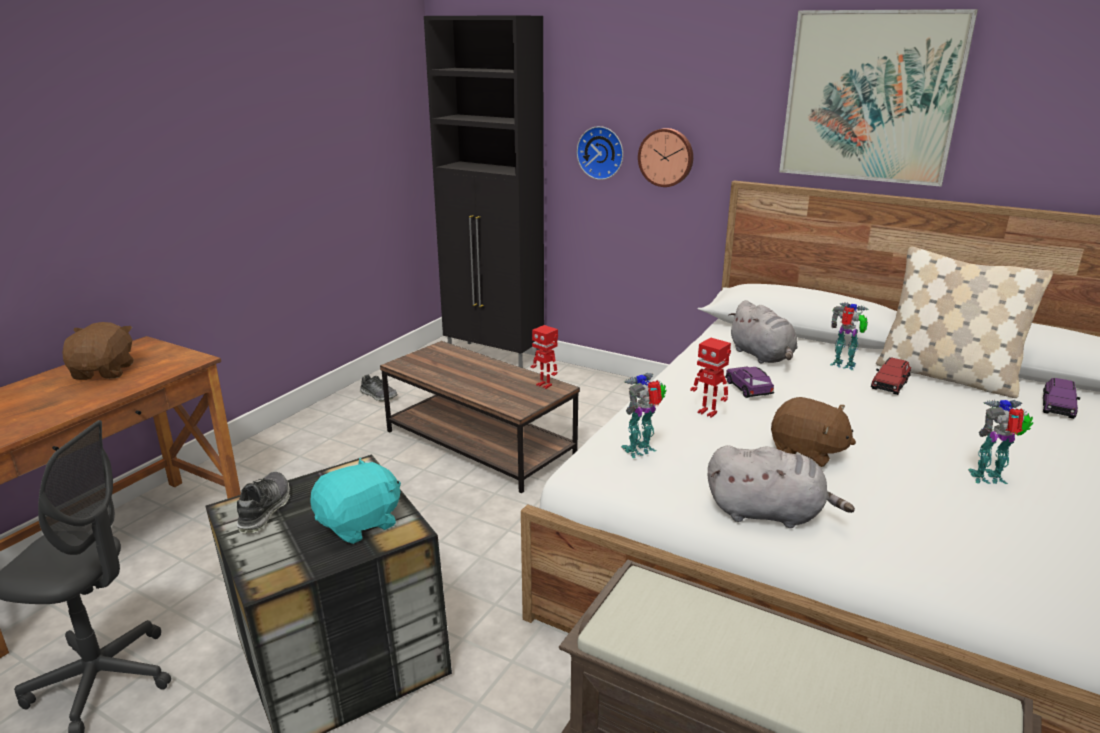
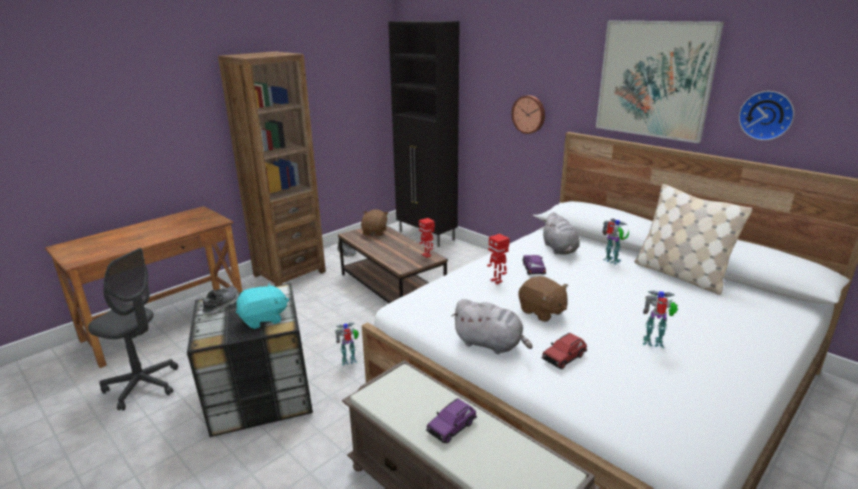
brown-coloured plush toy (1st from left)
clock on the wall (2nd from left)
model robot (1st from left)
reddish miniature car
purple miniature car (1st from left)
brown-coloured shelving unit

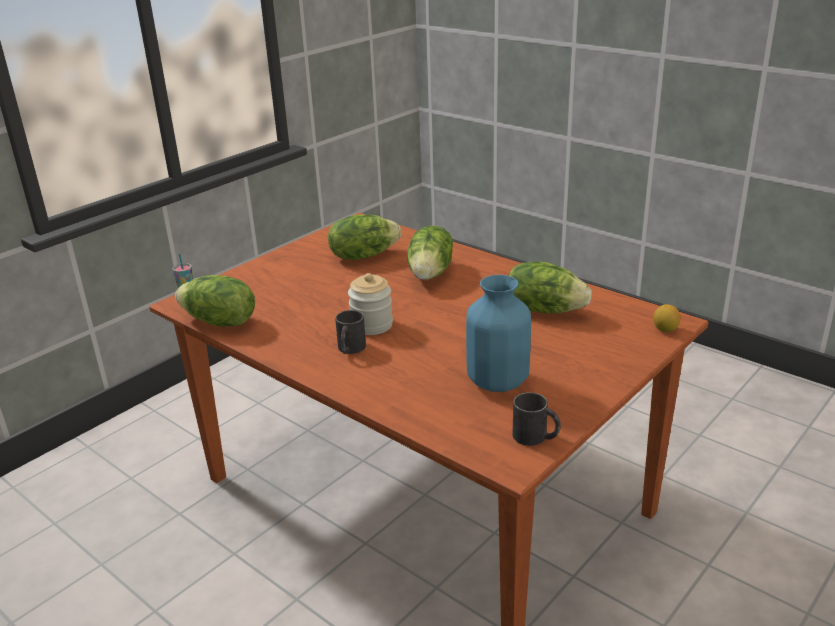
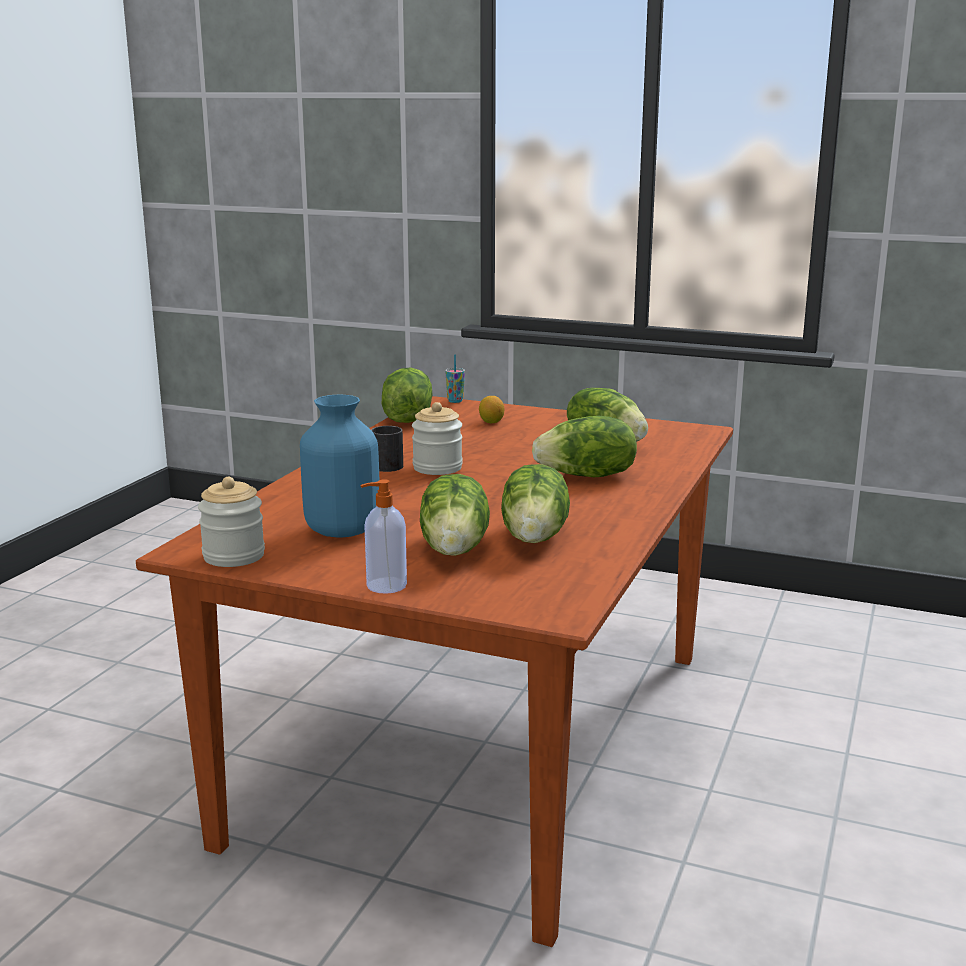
preserve jar (1st from left)
whole lemon
liquid soap bottle
head of lettuce (2nd from left)

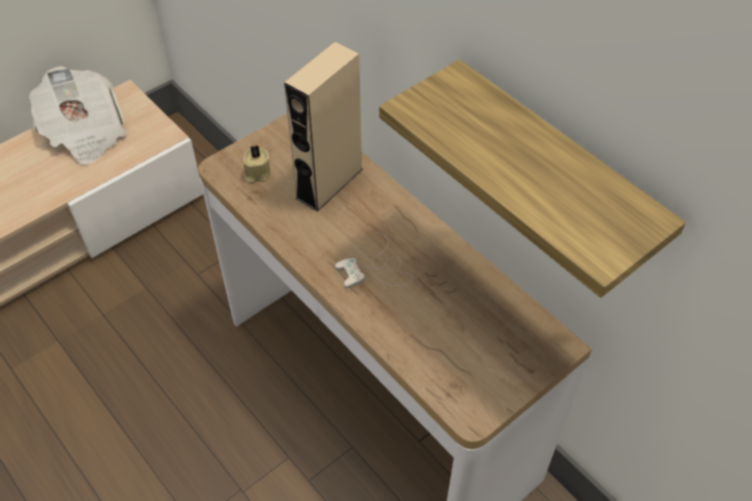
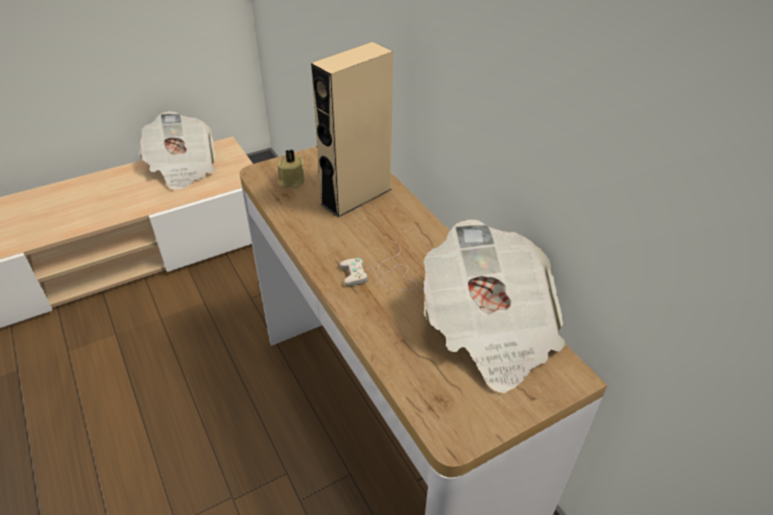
shelf
printed paper (2nd from left)

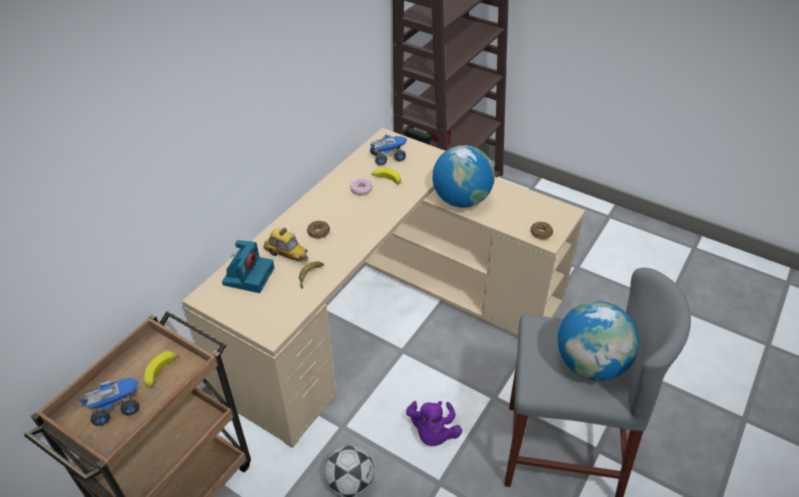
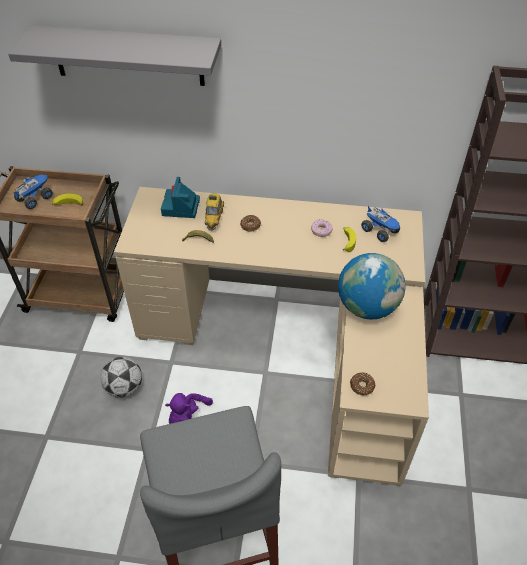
toy truck (1st from left)
still camera
globe (2nd from left in the first image)
greyish shelf

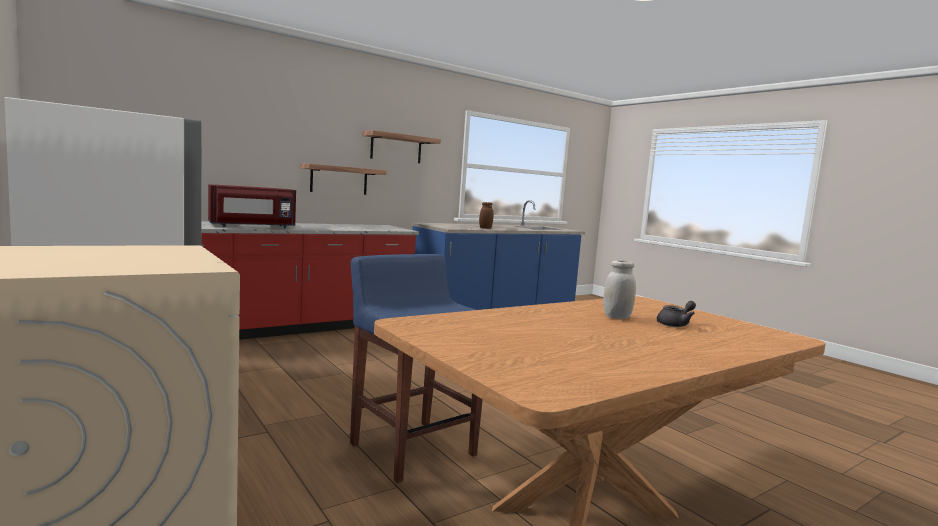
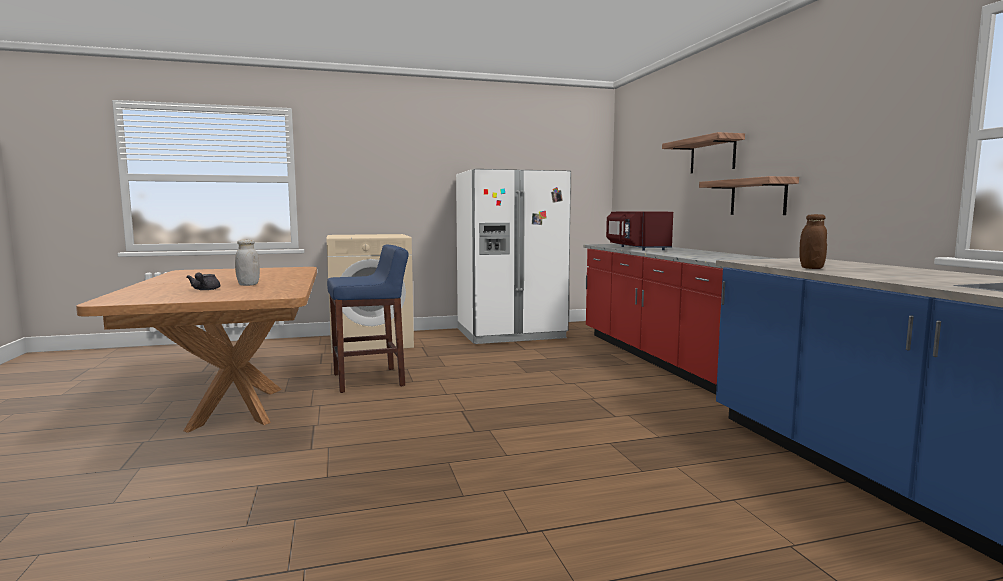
shelf (1st from left)

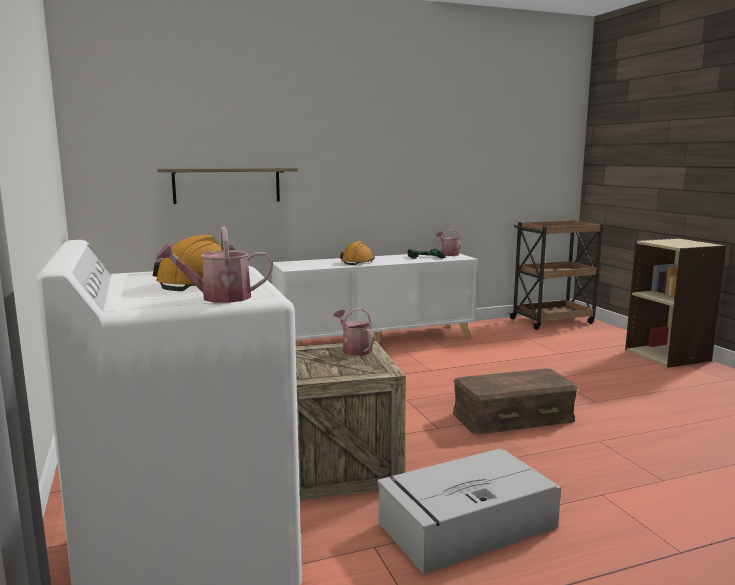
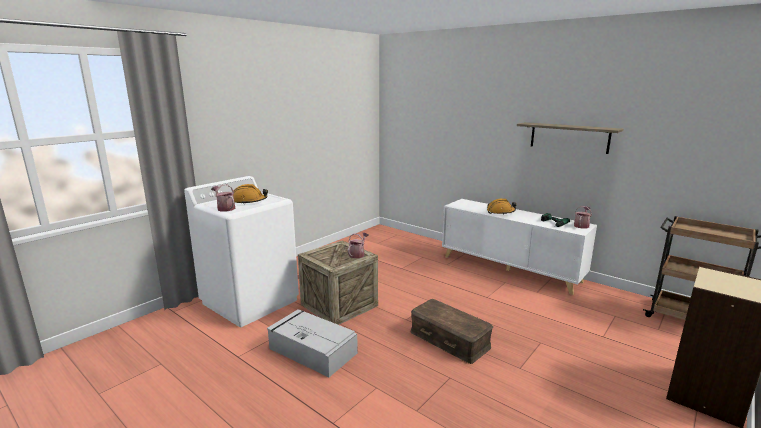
shelf

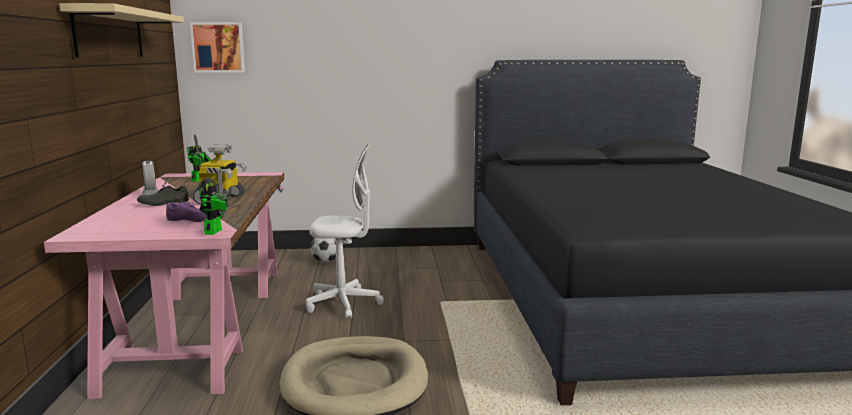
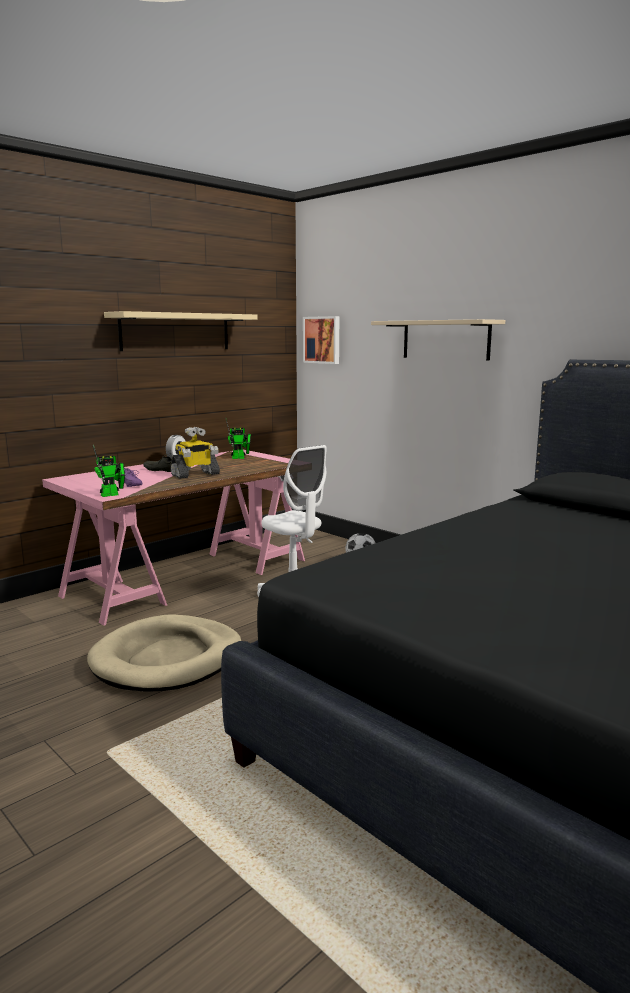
sand-coloured shelf (2nd from left)

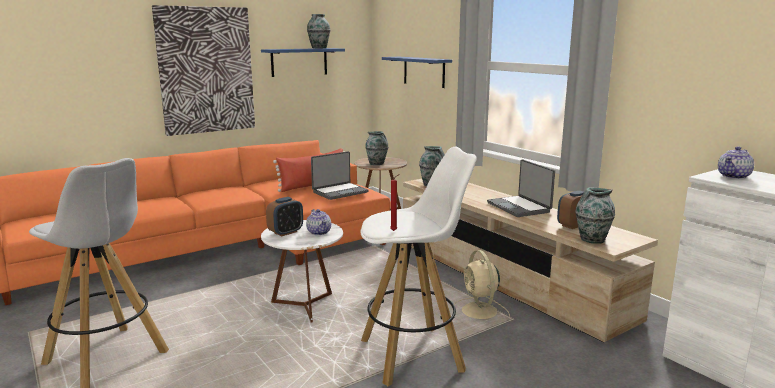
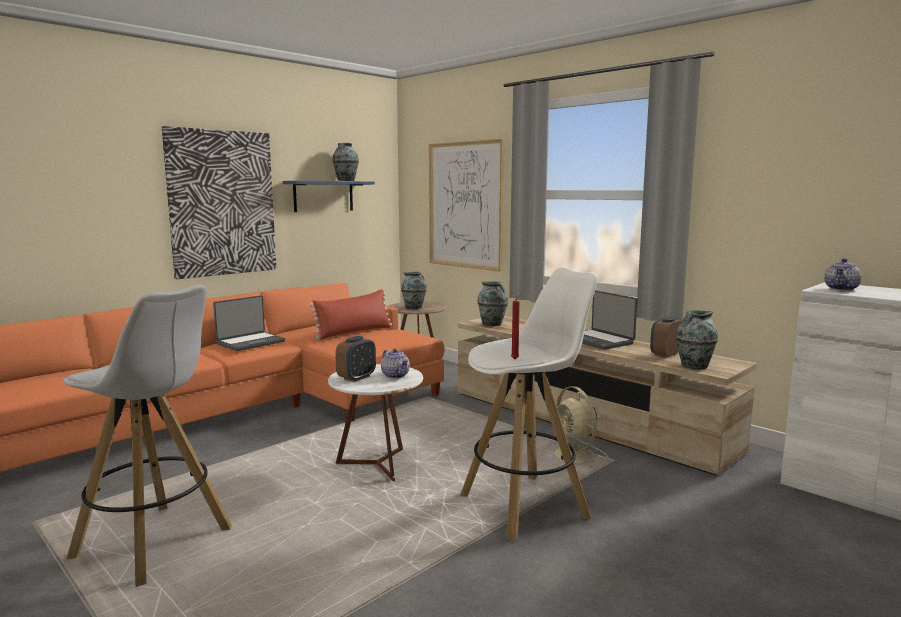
laptop (1st from left)
wall art (2nd from left)

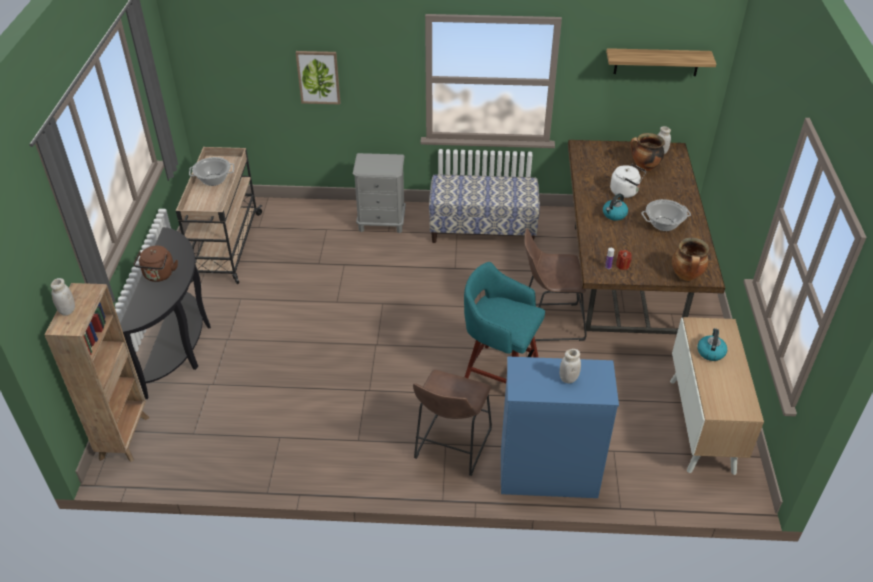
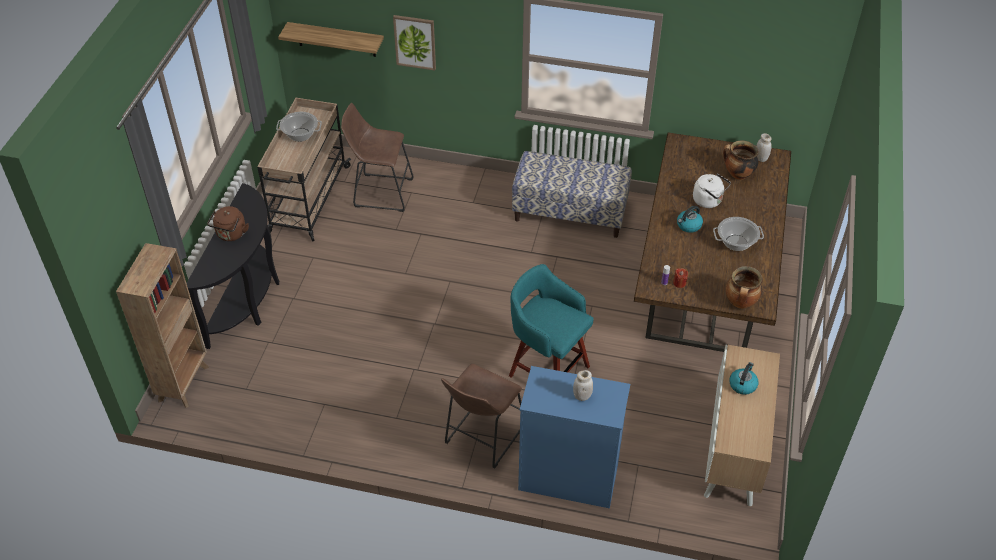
white preserve jar (1st from left in the first image)
greyish night table
brown-coloured sitting stool (1st from left)
shelf

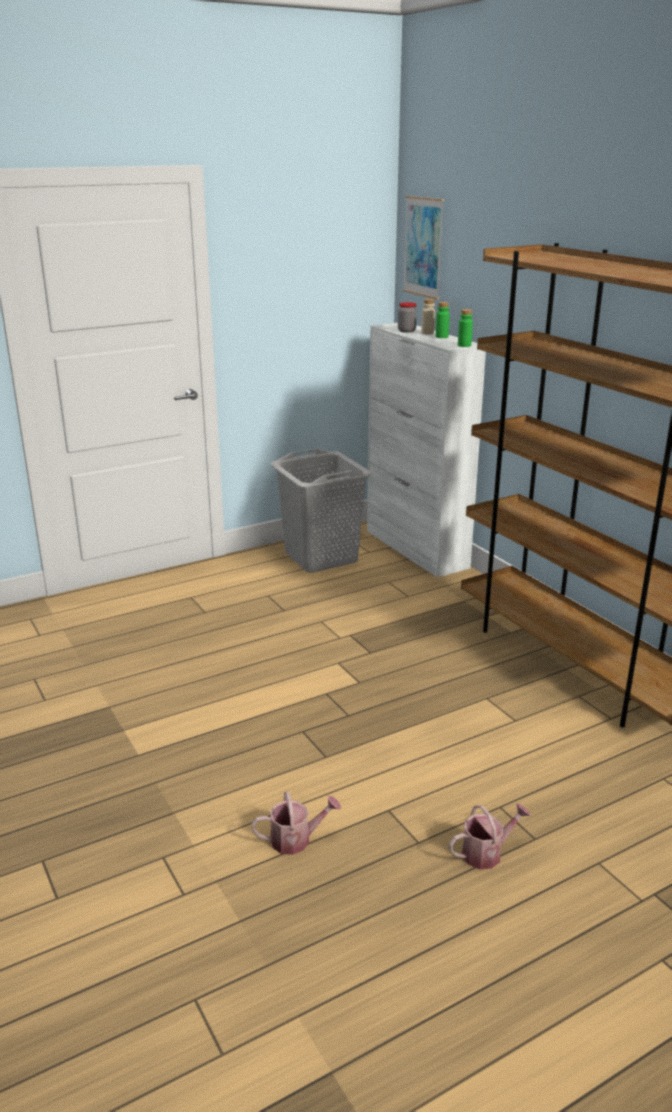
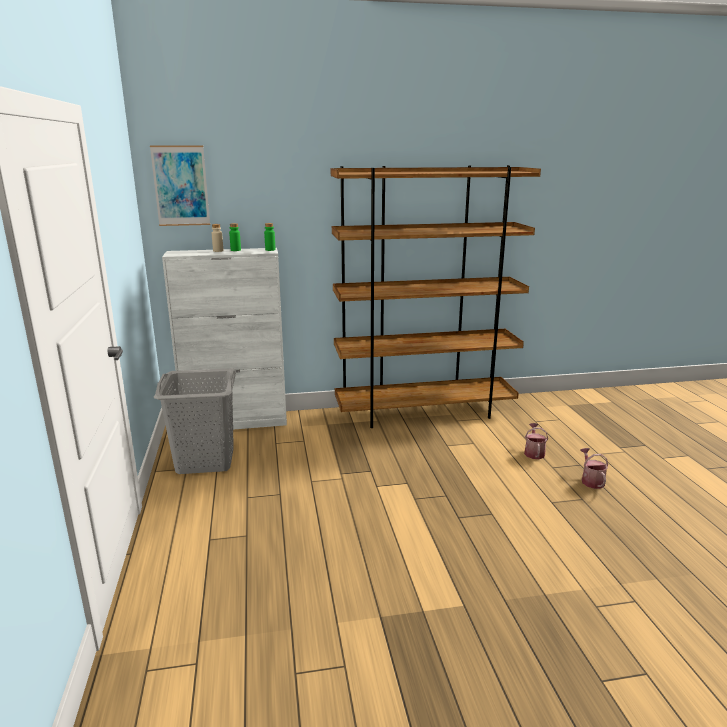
sprinkling can (1st from left)
preserve jar

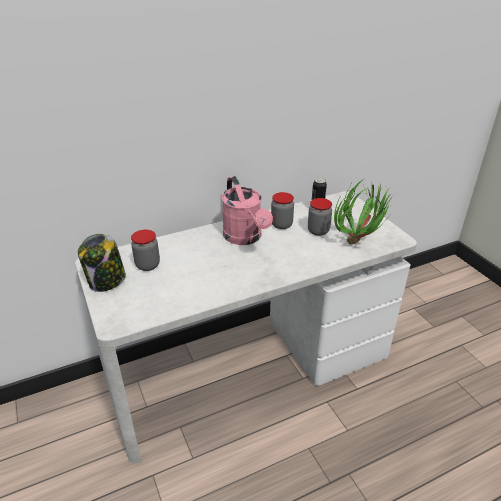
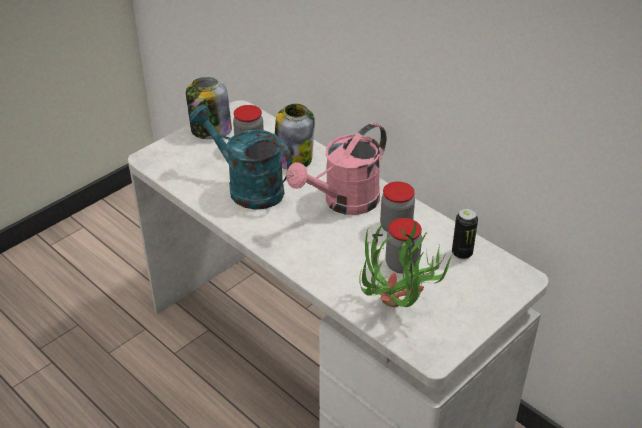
turquoise-coloured sprinkling can
preserve jar (3rd from left)

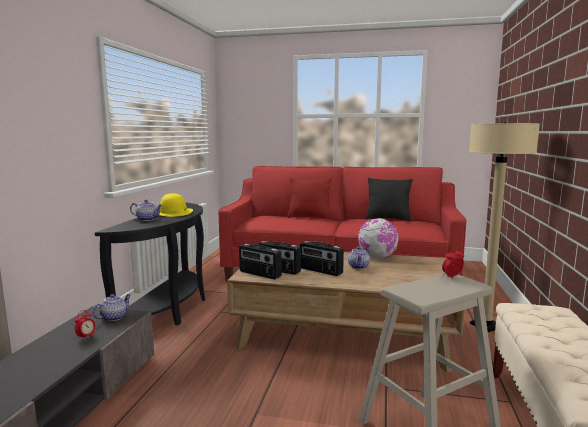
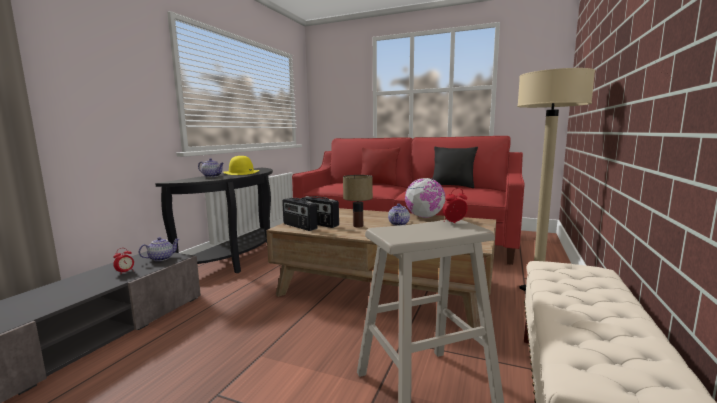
table lamp

